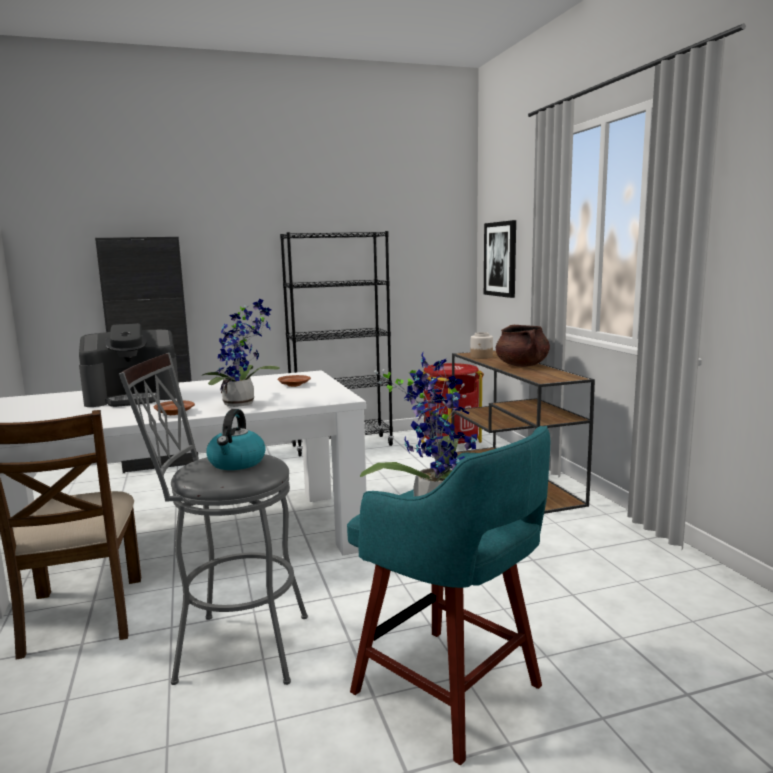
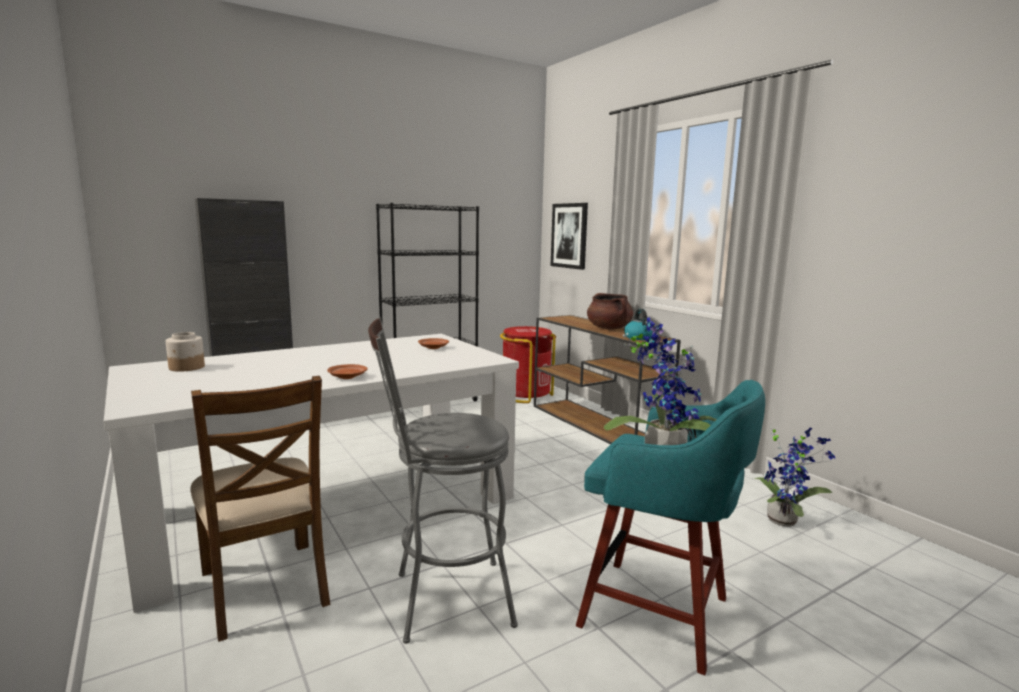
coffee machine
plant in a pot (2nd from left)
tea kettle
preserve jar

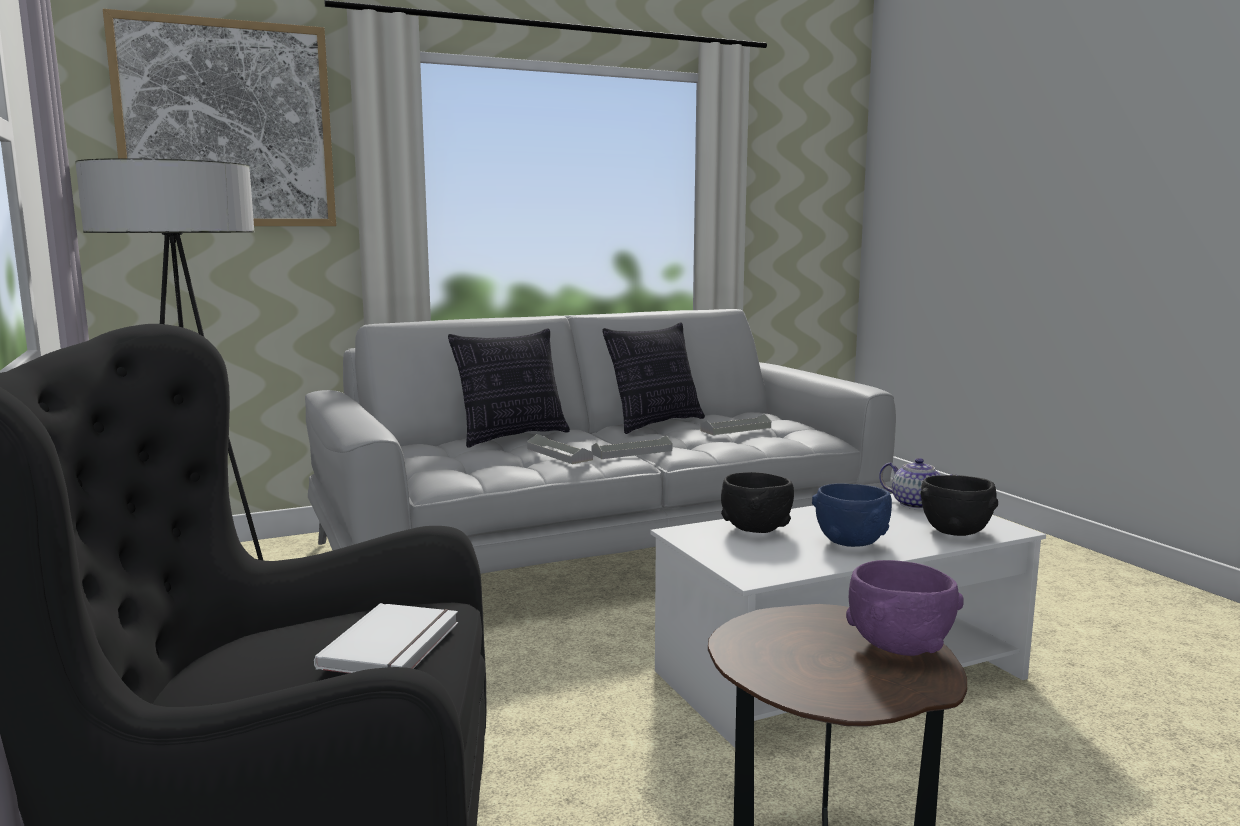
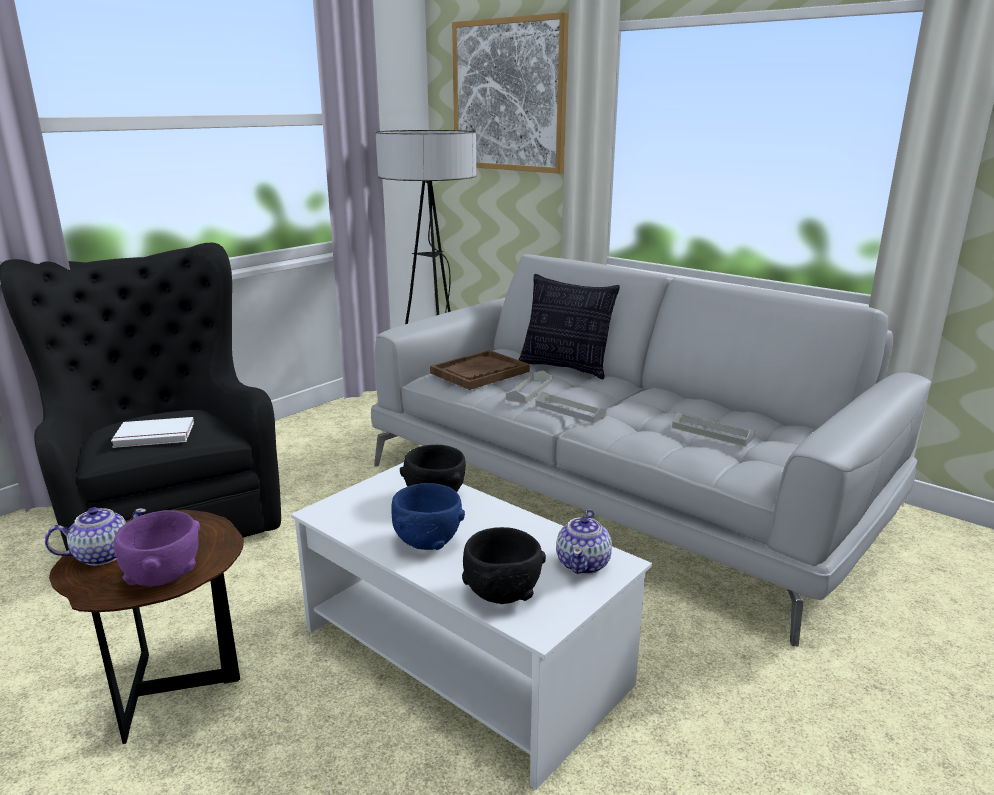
cushion (2nd from left in the first image)
pot for tea (1st from left)
brown-coloured tray

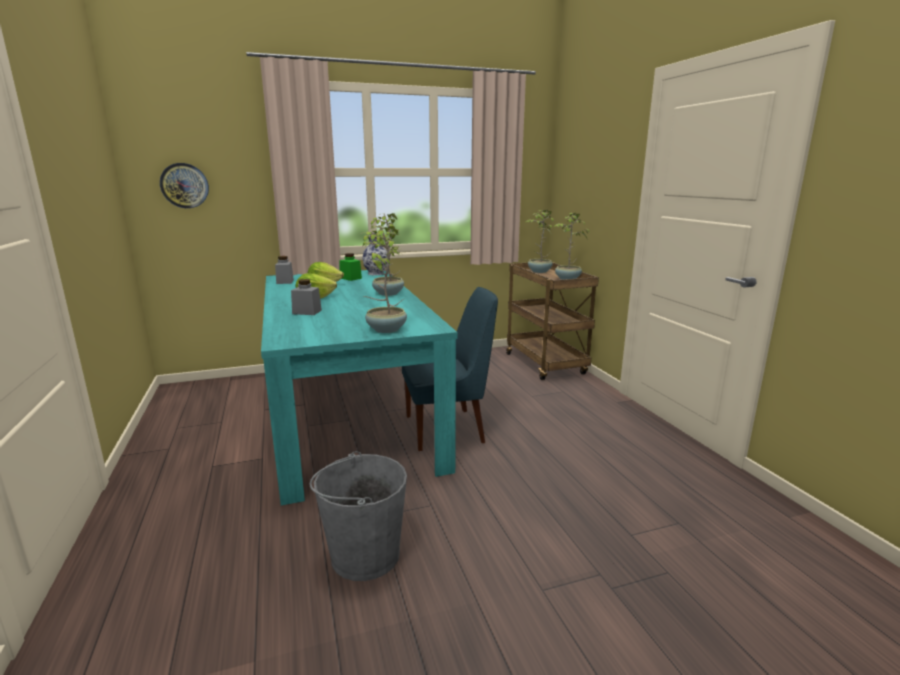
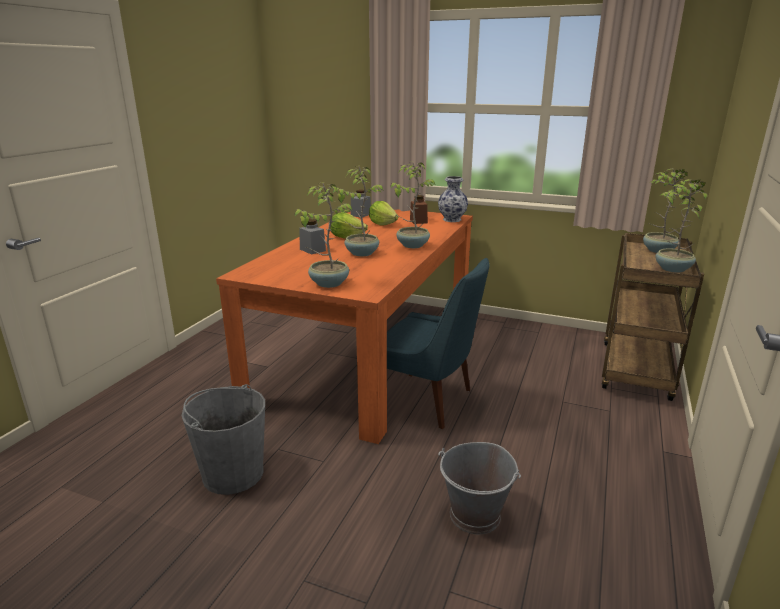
clock on the wall
orange dining table
brown-coloured preserve jar
plant in a pot (2nd from left)
greyish bucket (2nd from left)

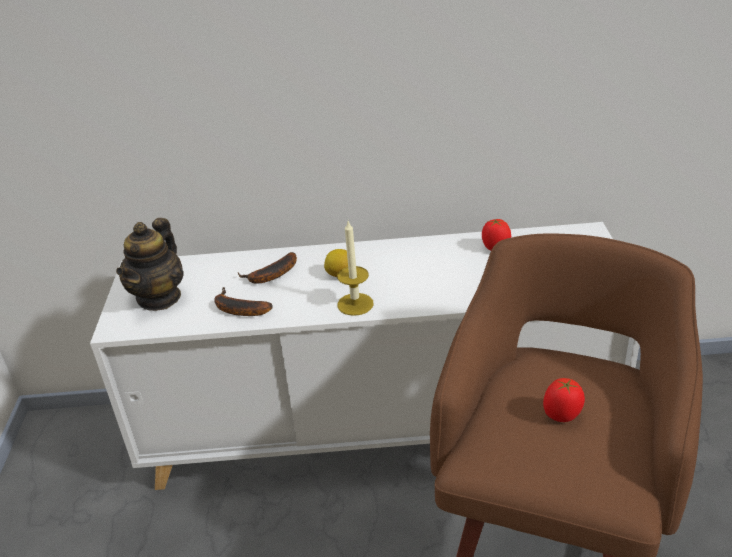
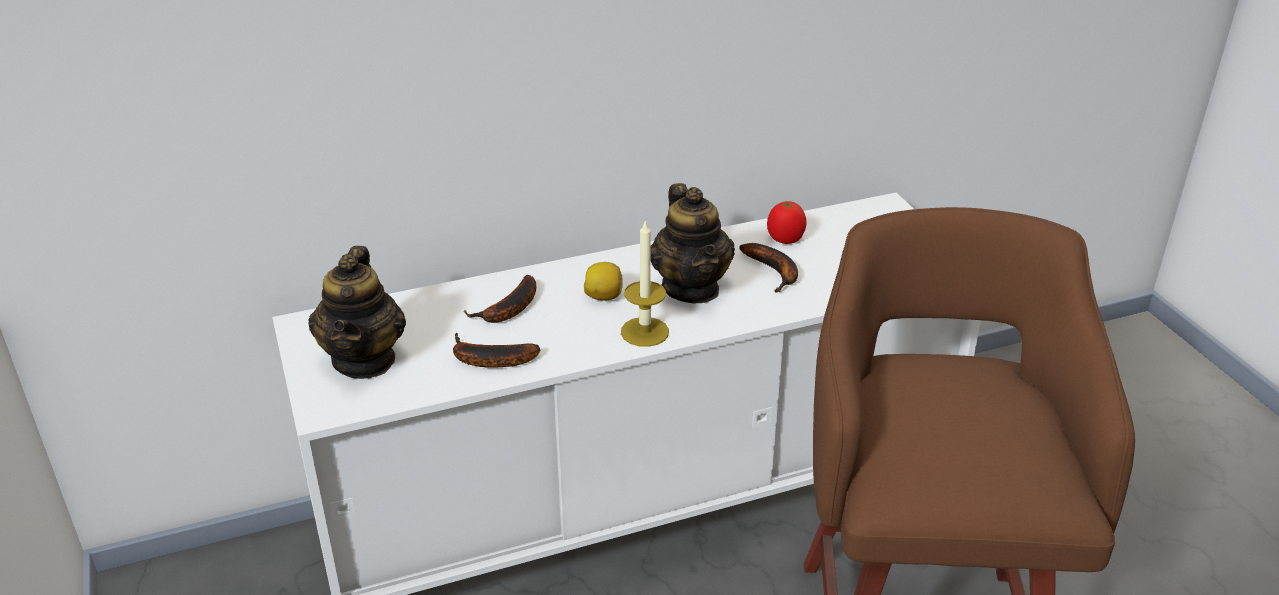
whole tomato (2nd from left in the first image)
pot for tea (2nd from left)
banana fruit (3rd from left)

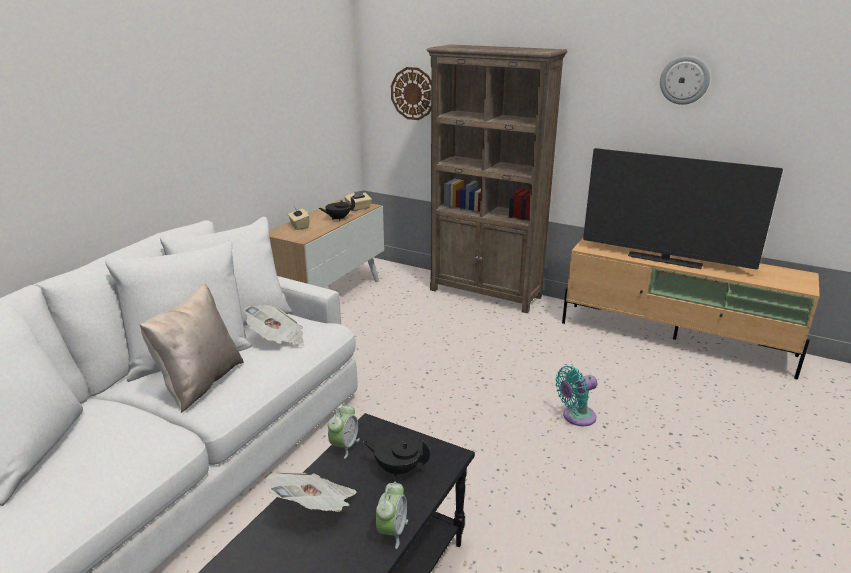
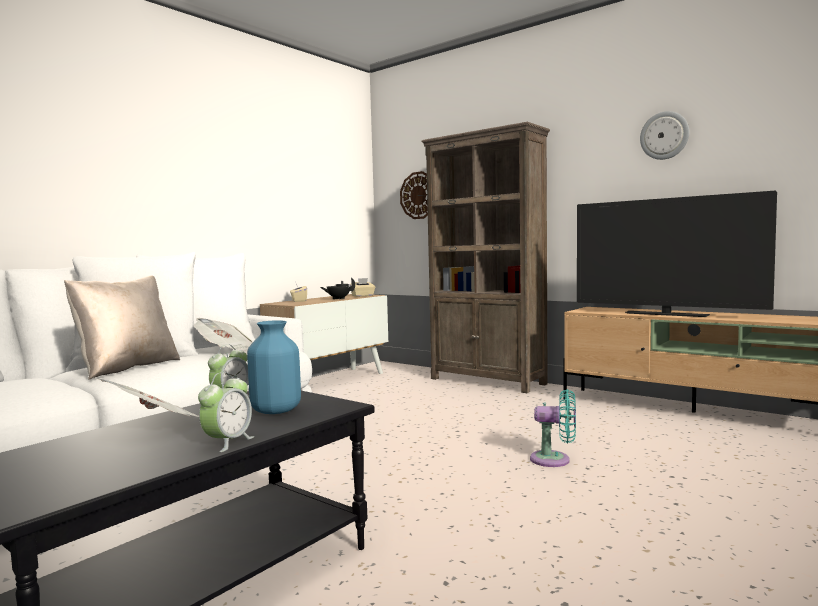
bluish decorative vase
turquoise-coloured electric fan

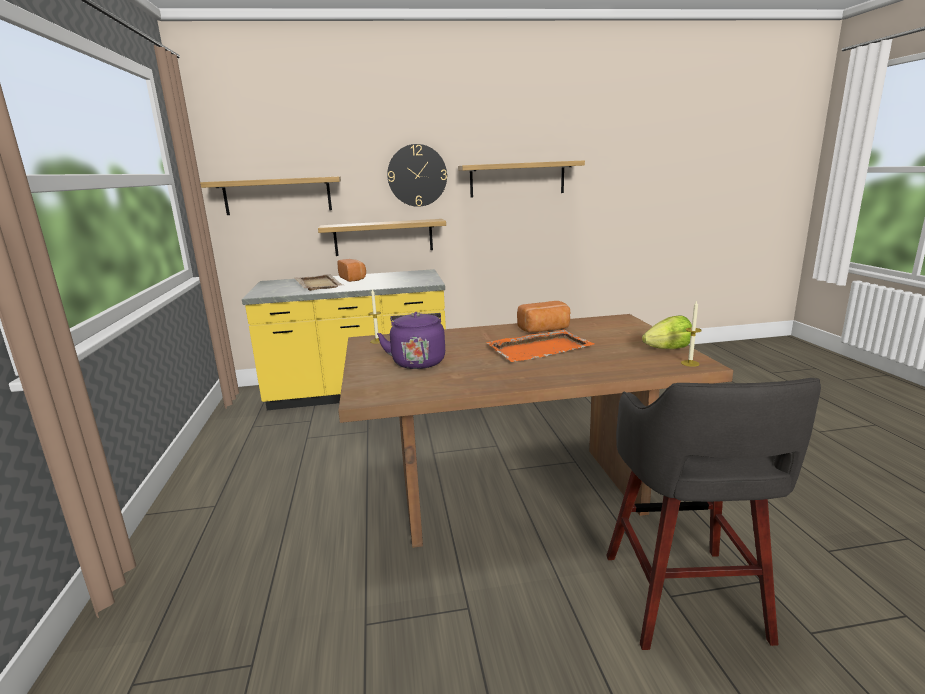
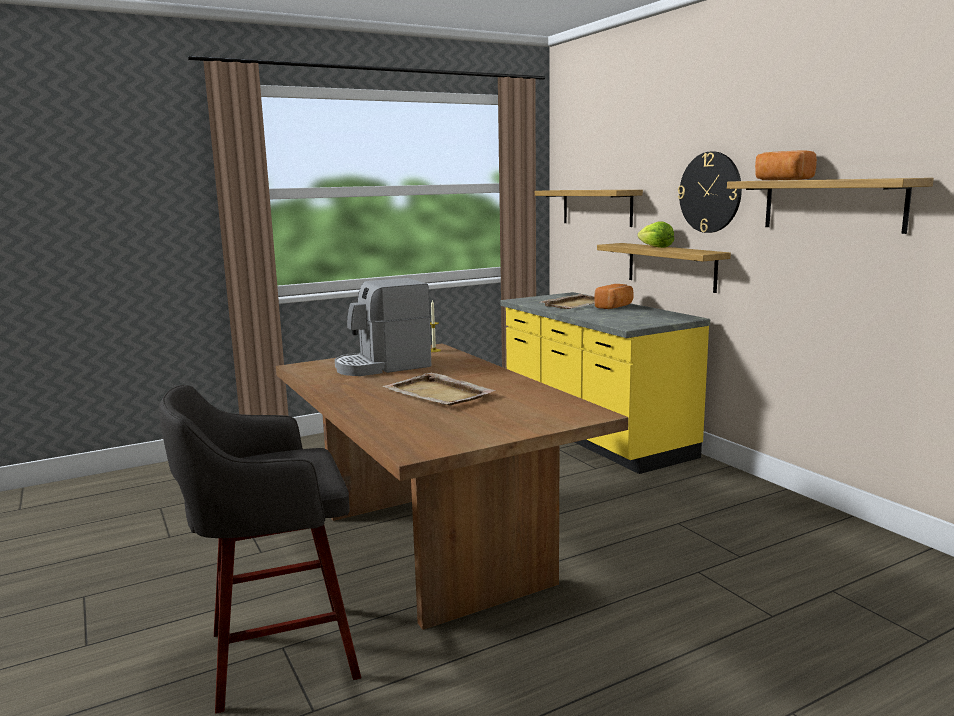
coffee machine
sand-coloured tray (1st from left)
baked bread (2nd from left)
head of lettuce
wax candle (2nd from left in the first image)

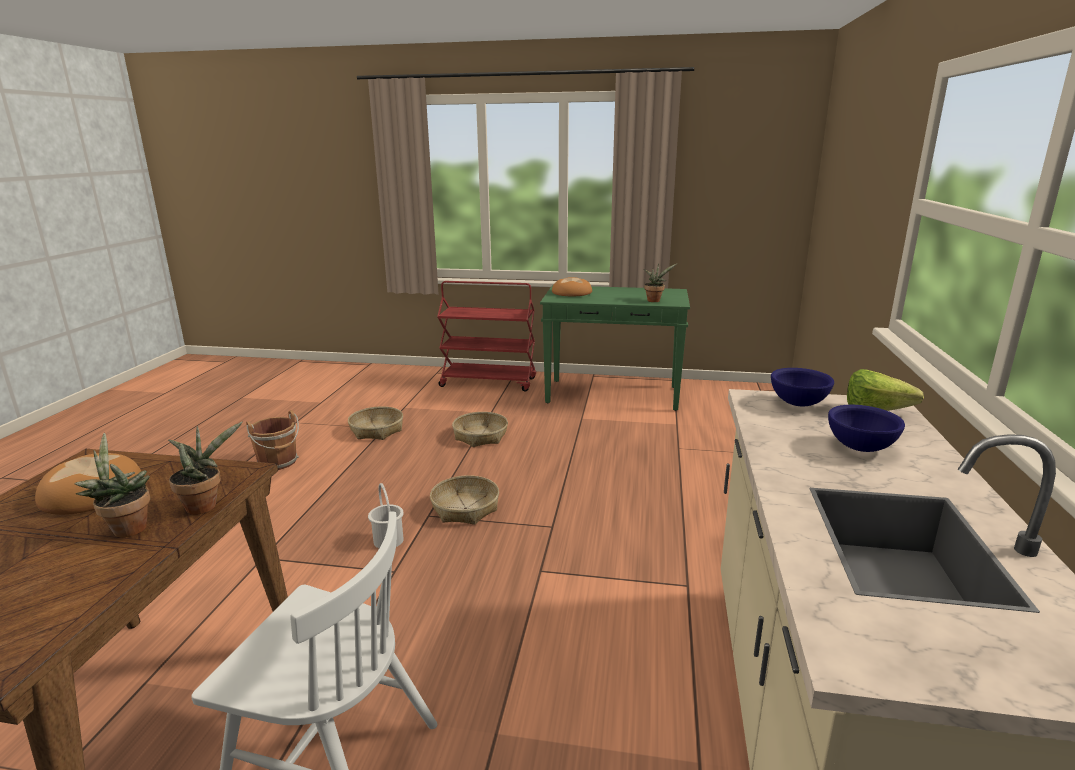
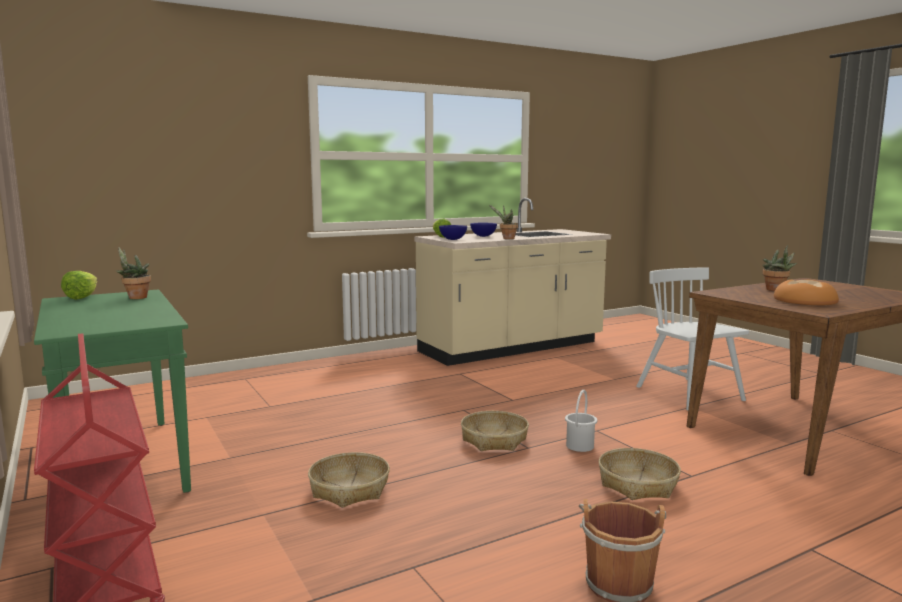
plant in a pot (2nd from left)
household basket (3rd from left)
baked bread (2nd from left in the first image)
head of lettuce (1st from left)

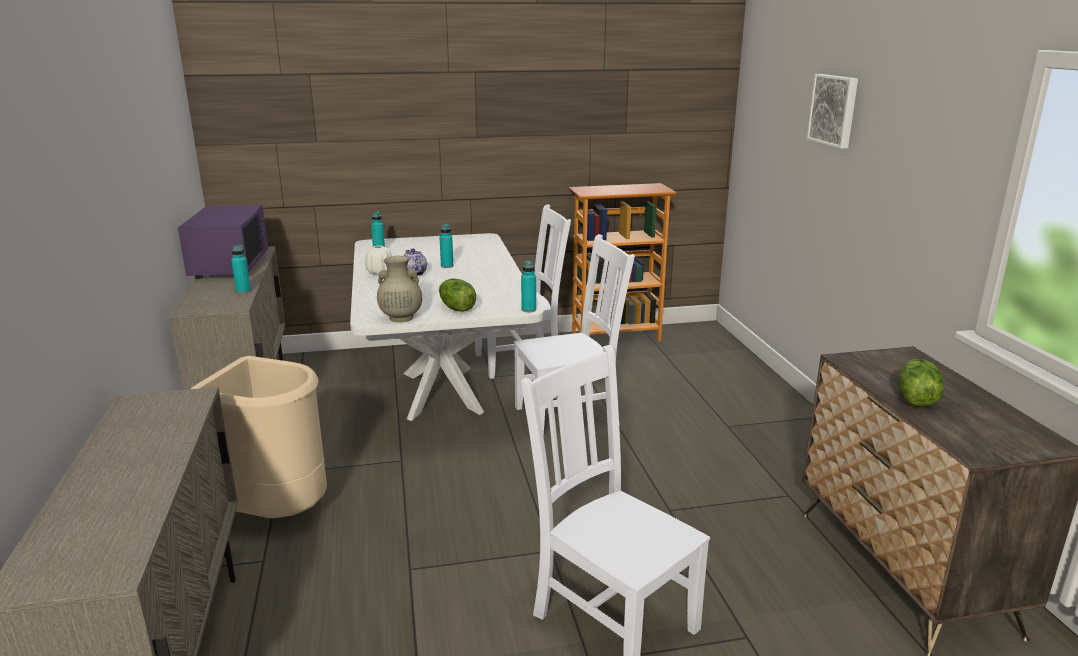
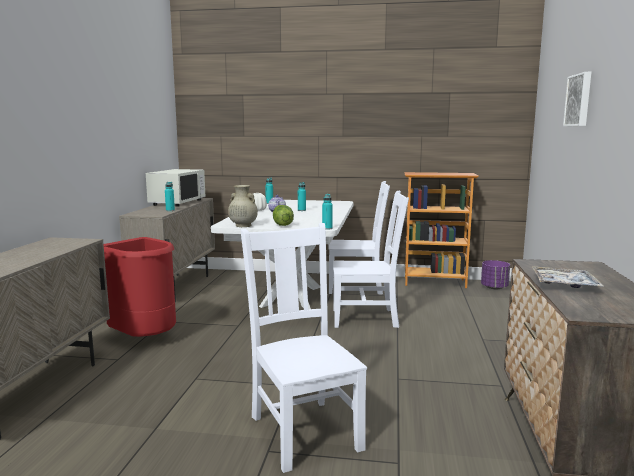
white microwave
reddish waste bin
tray
purple flower pot

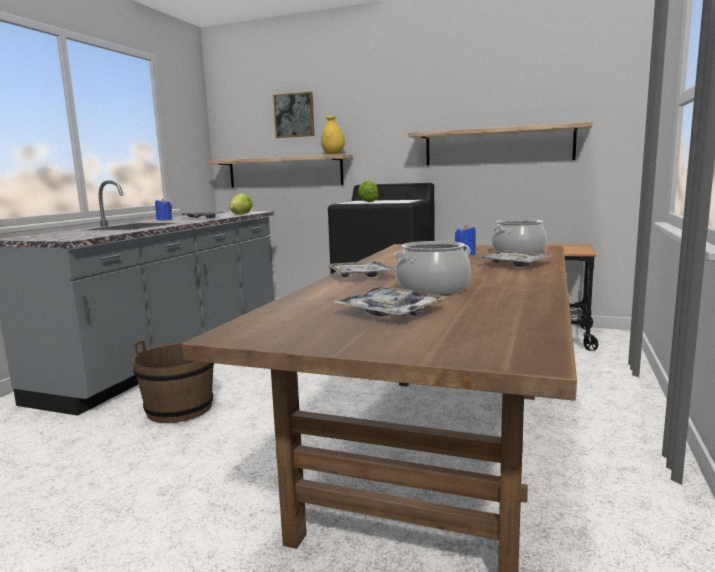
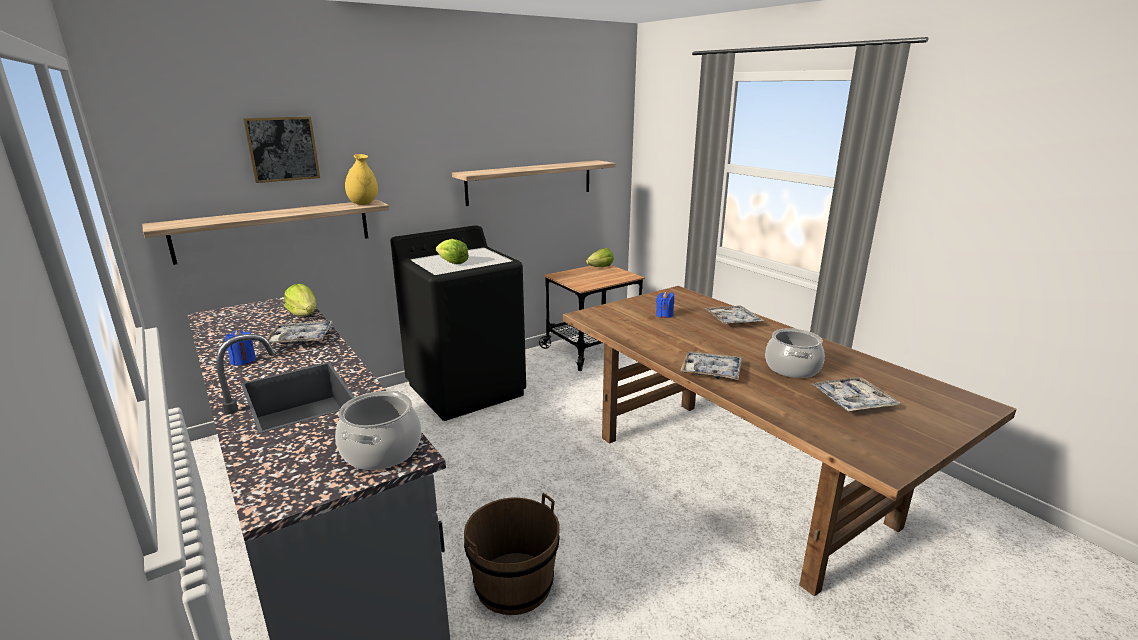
stockpot (1st from left)
head of lettuce (3rd from left)

